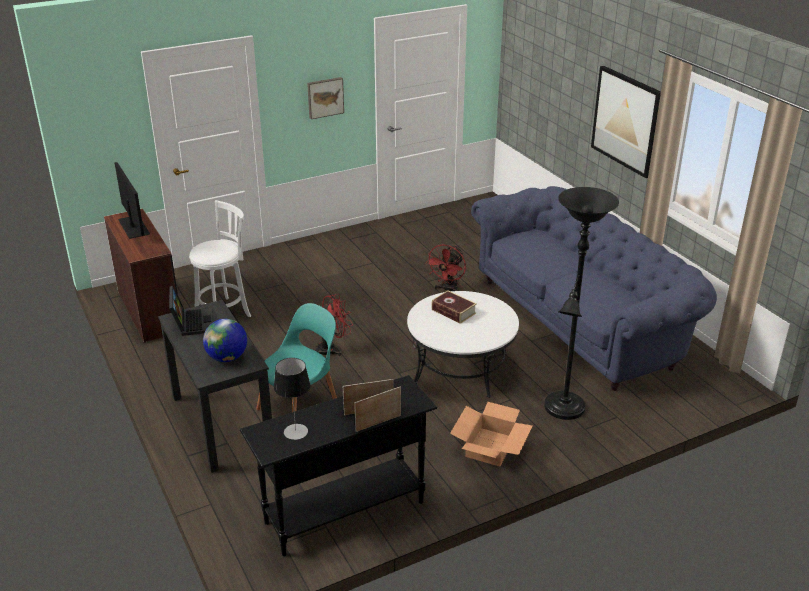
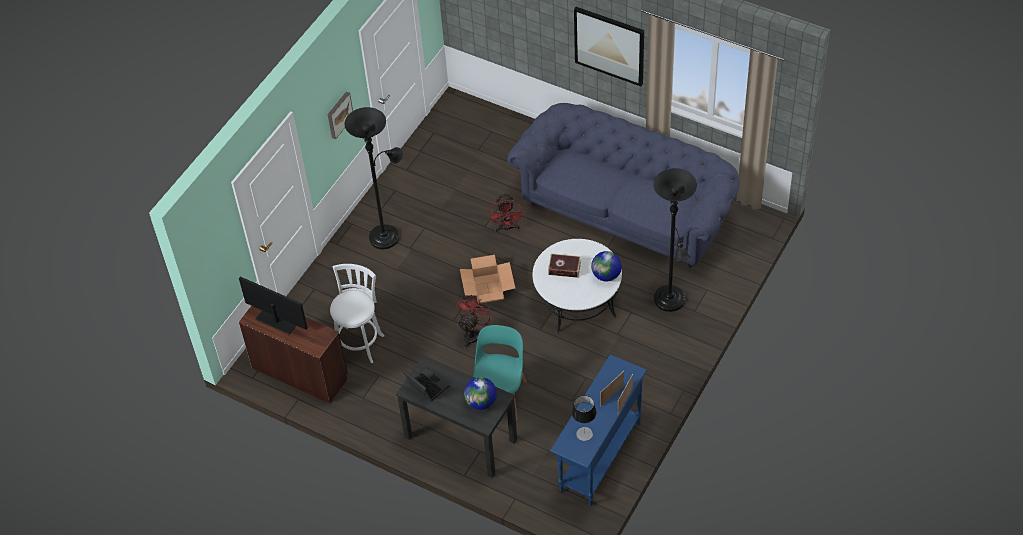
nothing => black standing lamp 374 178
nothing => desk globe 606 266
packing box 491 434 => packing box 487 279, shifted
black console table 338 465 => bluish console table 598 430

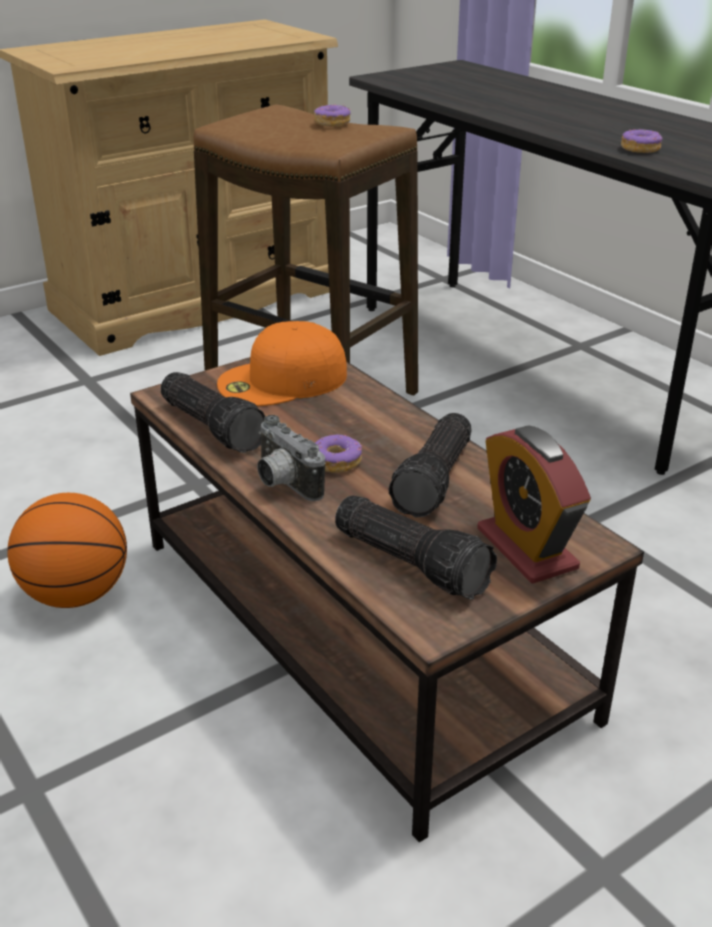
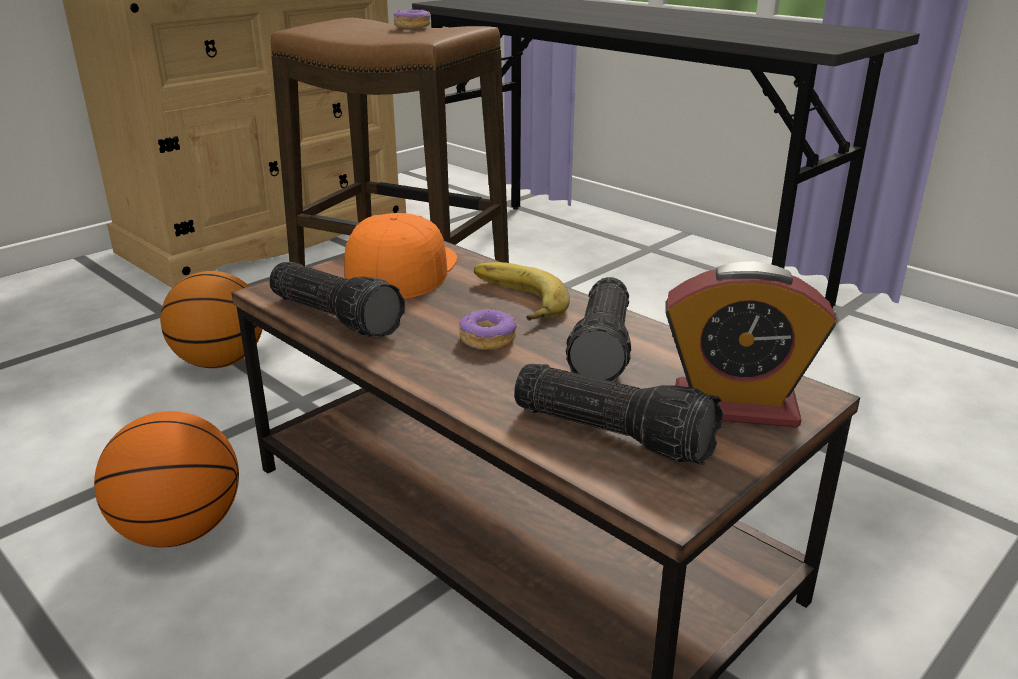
photo camera 291 458 => nothing
donut 641 141 => nothing
nothing => ball for basketball 211 319
nothing => whole banana 522 291
orange-coloured baseball cap 282 363 => orange-coloured baseball cap 400 256, 135 degrees clockwise
bedside clock 534 504 => bedside clock 750 344, 45 degrees counterclockwise

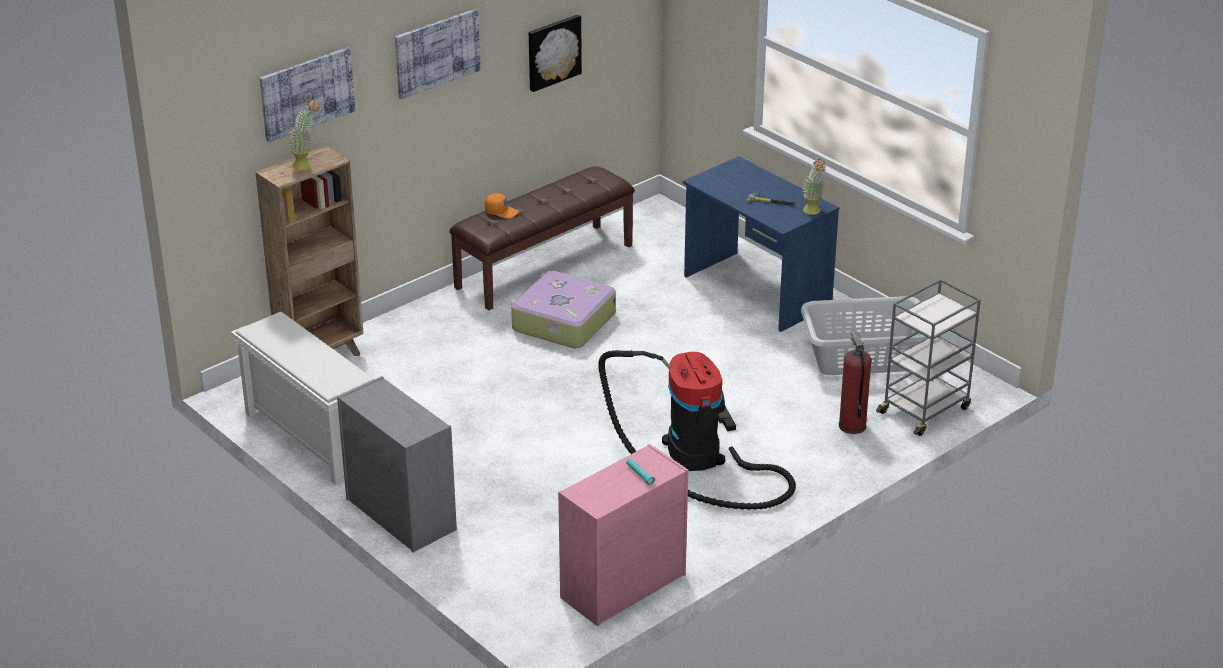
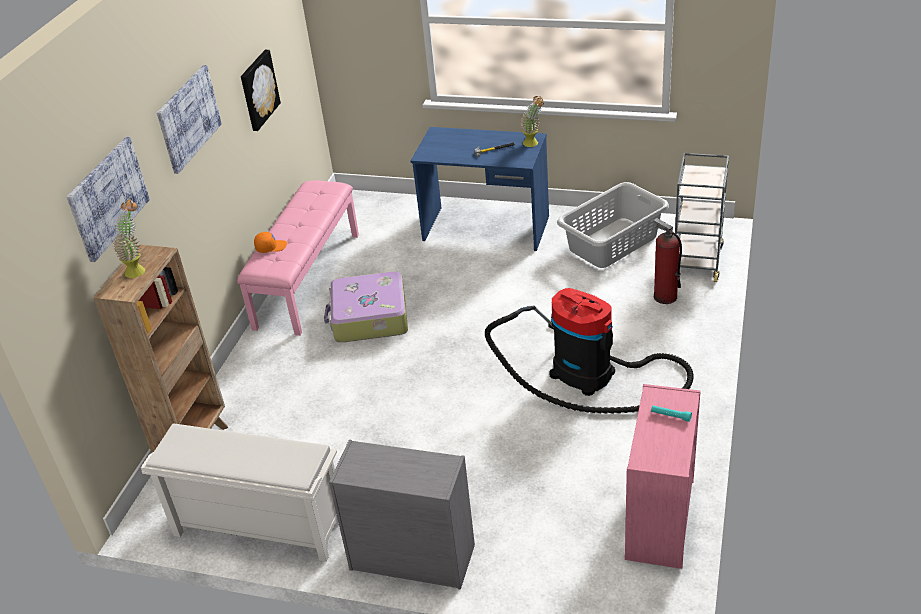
brown indoor bench 542 238 => pink-coloured indoor bench 298 258

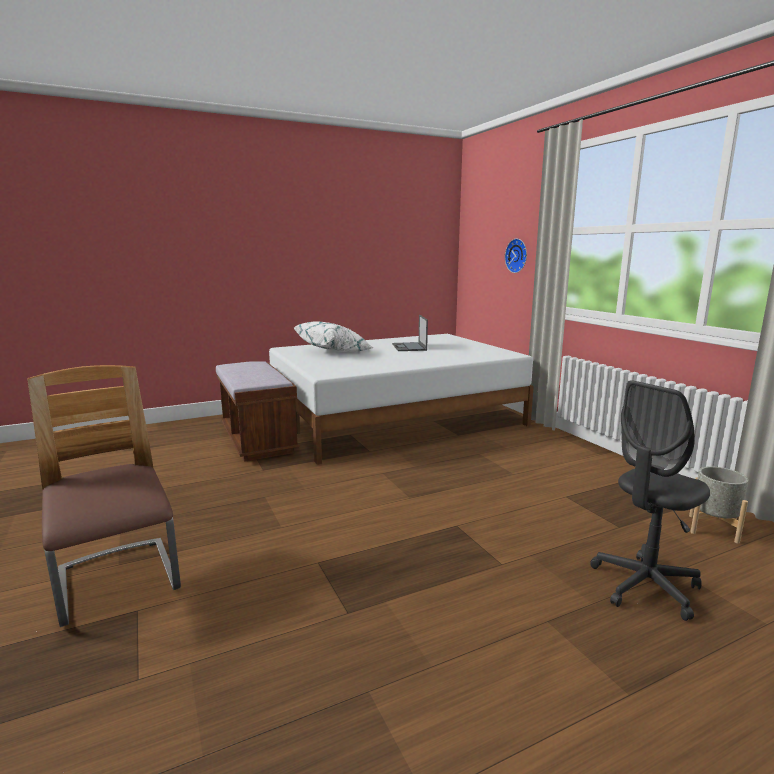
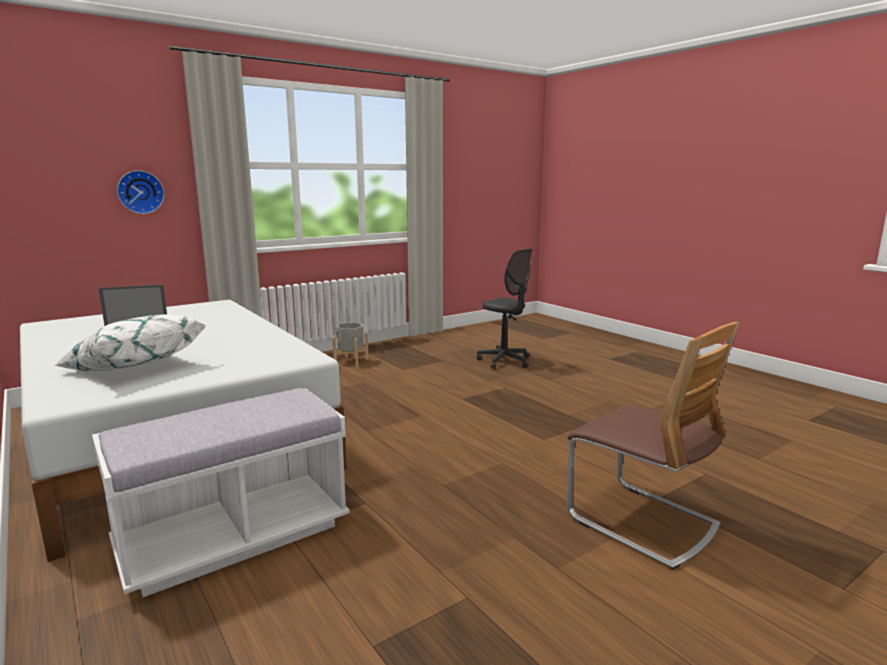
greyish flower pot 718 505 => greyish flower pot 350 344, shifted
brown indoor bench 257 411 => white indoor bench 221 492
upright chair 104 496 => upright chair 653 446, 90 degrees counterclockwise

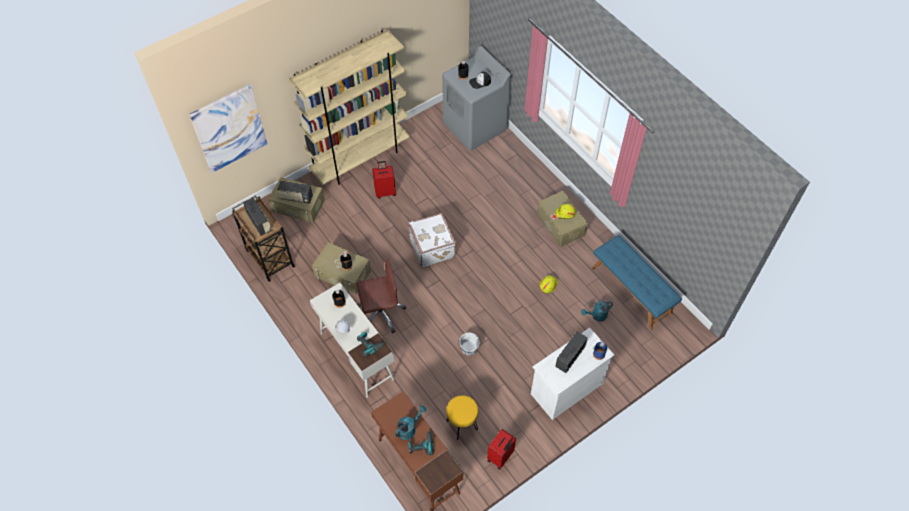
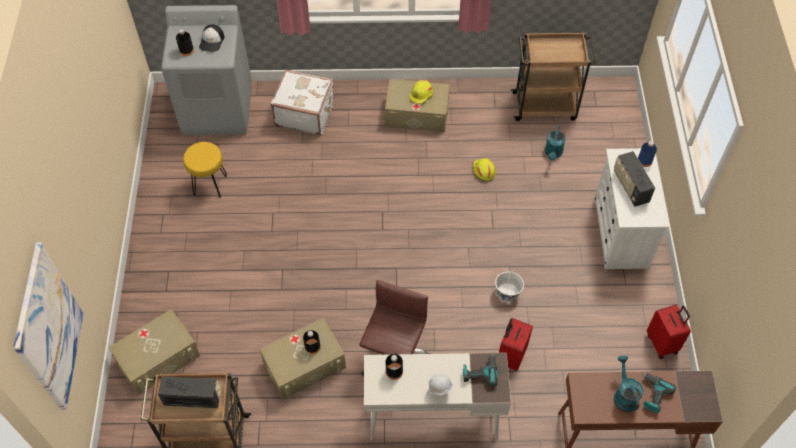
radio receiver 295 192 => nothing
beige-coloured bookcase 349 107 => nothing
red-coloured travel case 384 179 => red-coloured travel case 516 344, shifted
white travel case 432 240 => white travel case 302 102, shifted
yellowish stool seat 462 417 => yellowish stool seat 205 170, shifted
bluish indoor bench 637 282 => brown trolley 553 76

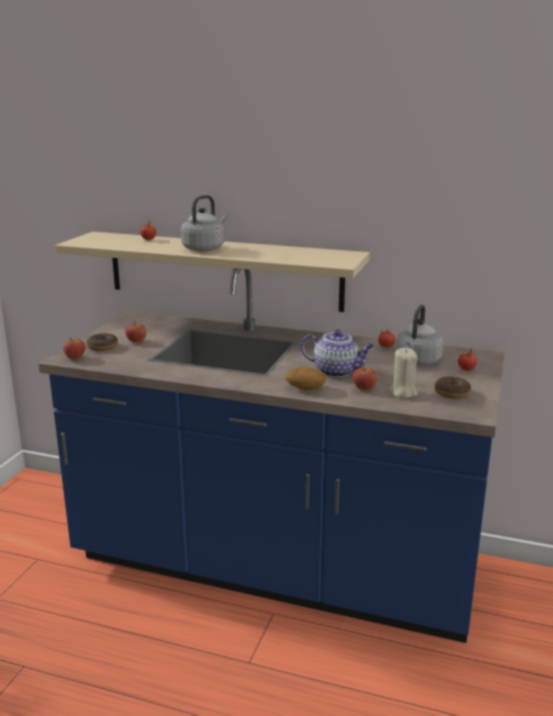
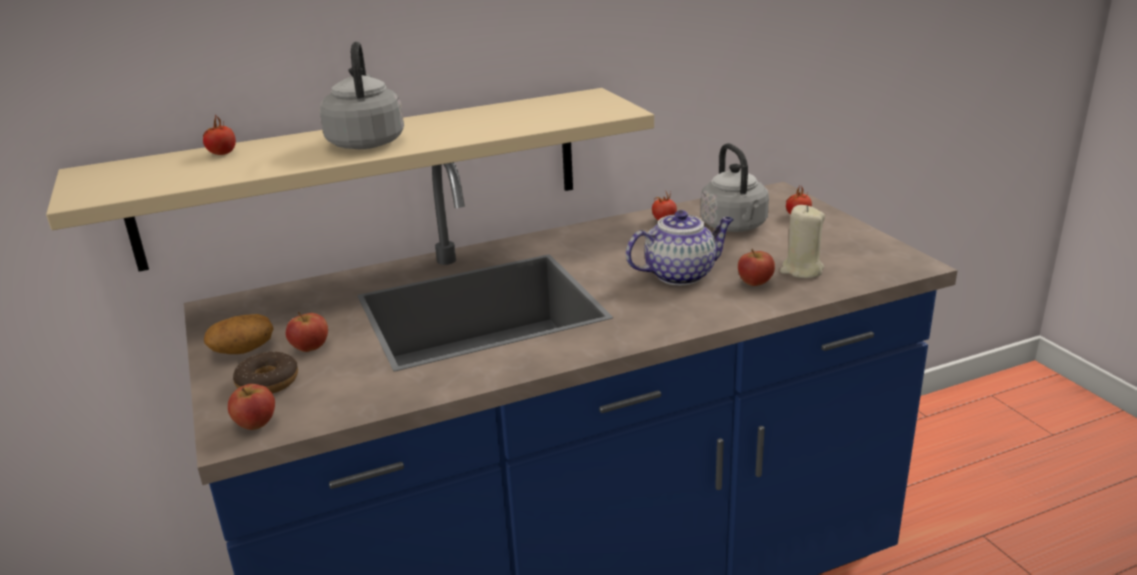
donut 452 387 => nothing
spud 306 378 => spud 239 334, shifted

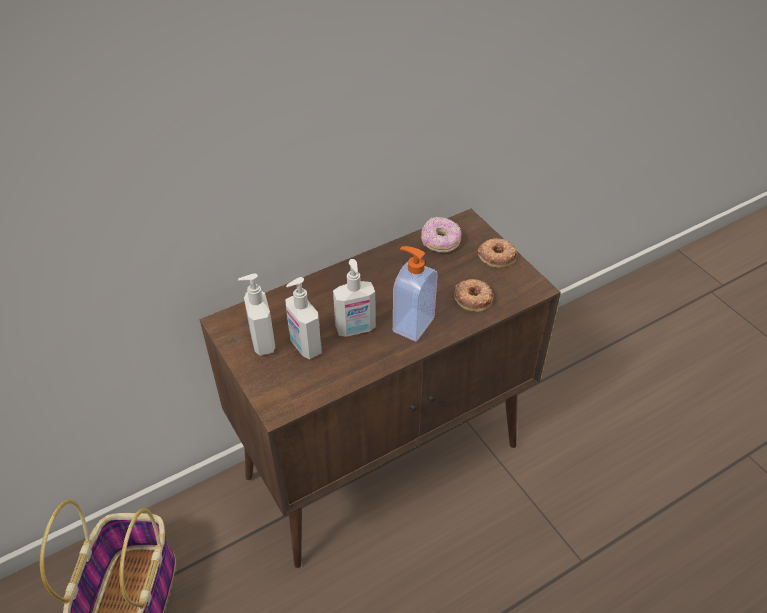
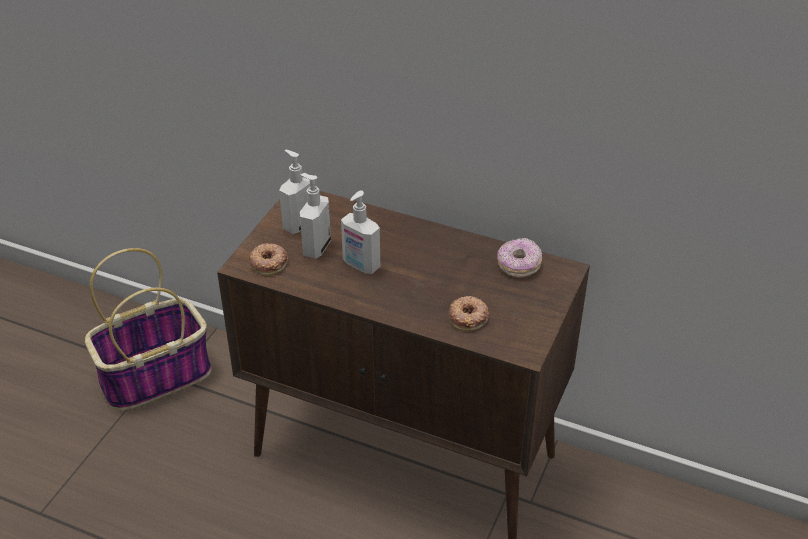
soap bottle 415 294 => nothing
donut 497 253 => donut 268 259, shifted

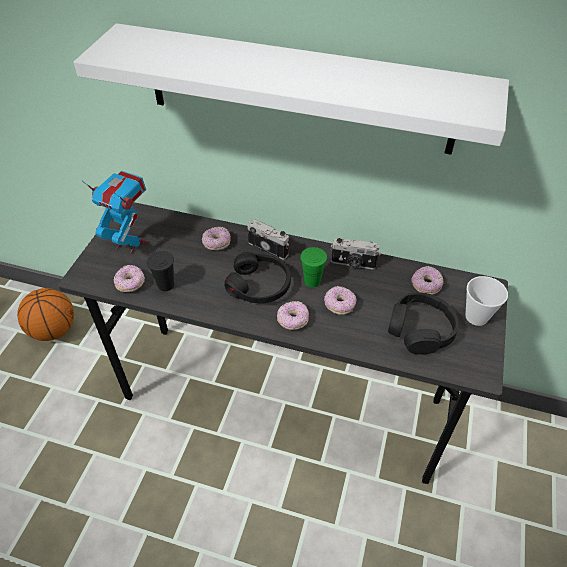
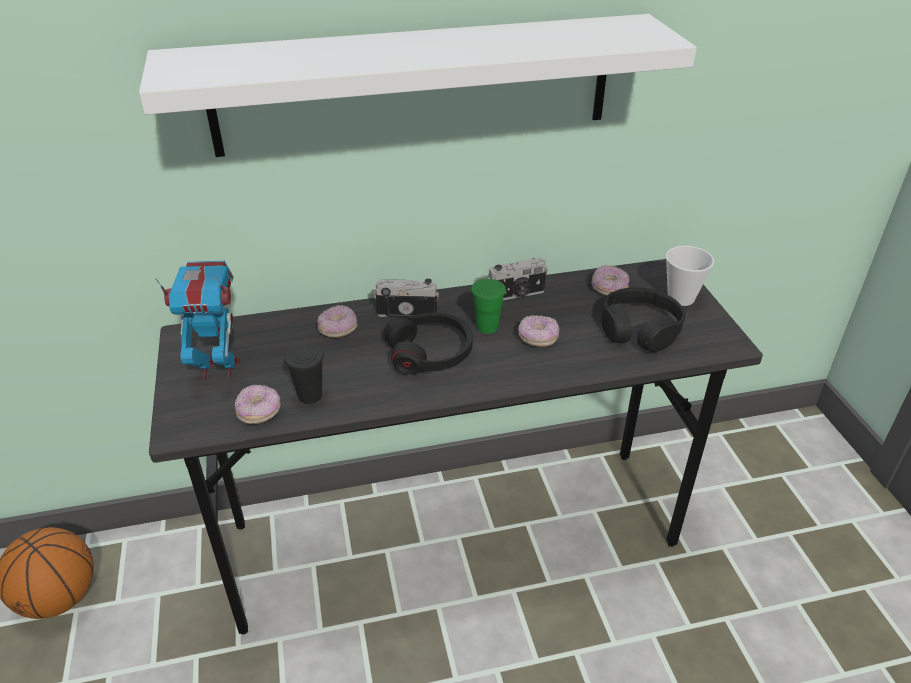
donut 293 315 => nothing

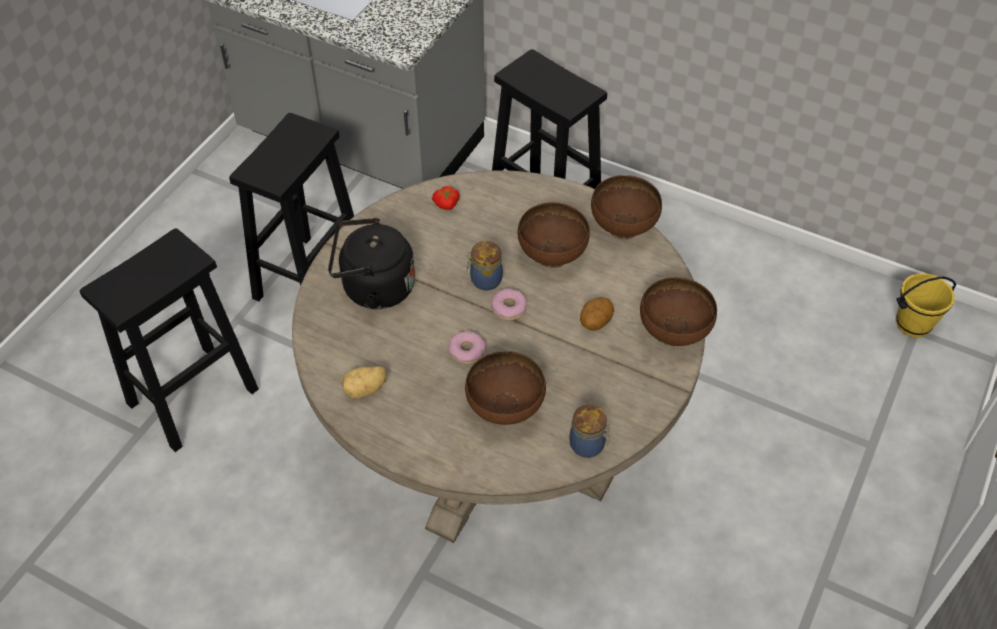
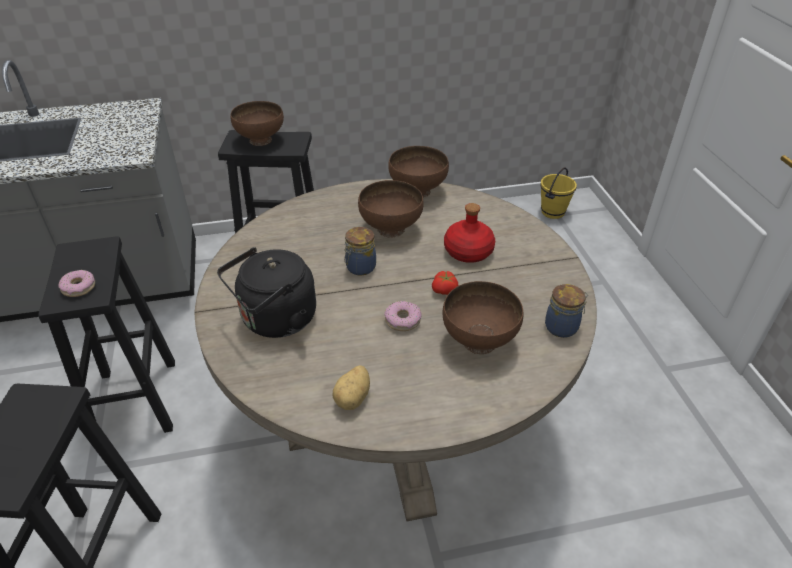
whole tomato 446 198 => whole tomato 445 283, shifted
donut 509 305 => donut 76 283, shifted
brown deep dish 678 311 => brown deep dish 257 123, shifted
spud 597 314 => red-coloured beverage bottle 469 233

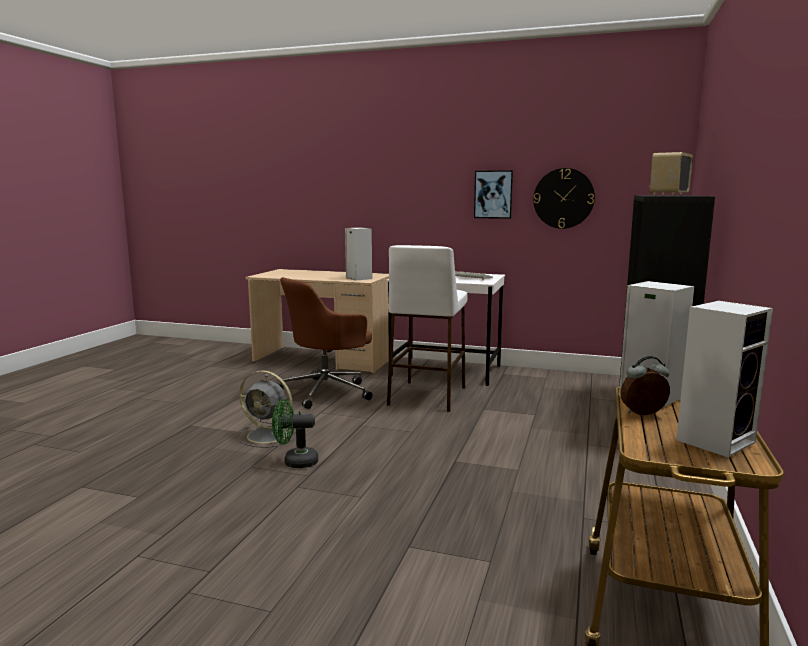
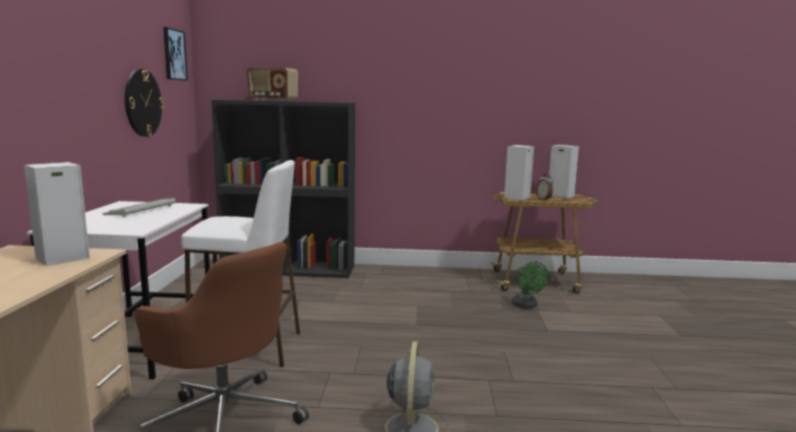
green fan 295 433 => green fan 530 285, shifted
picture 493 194 => picture 175 54, shifted

